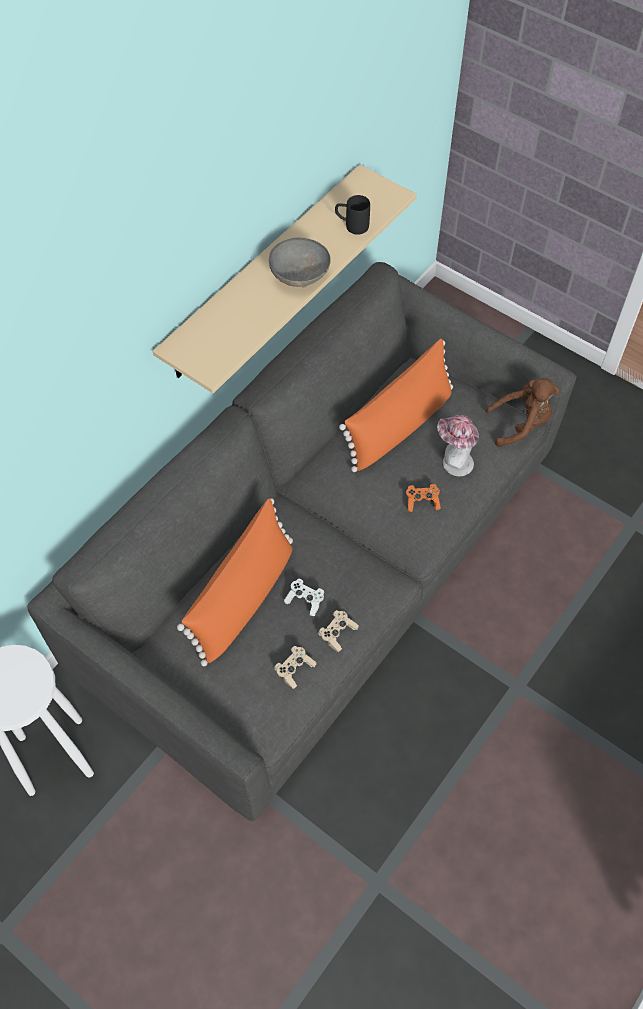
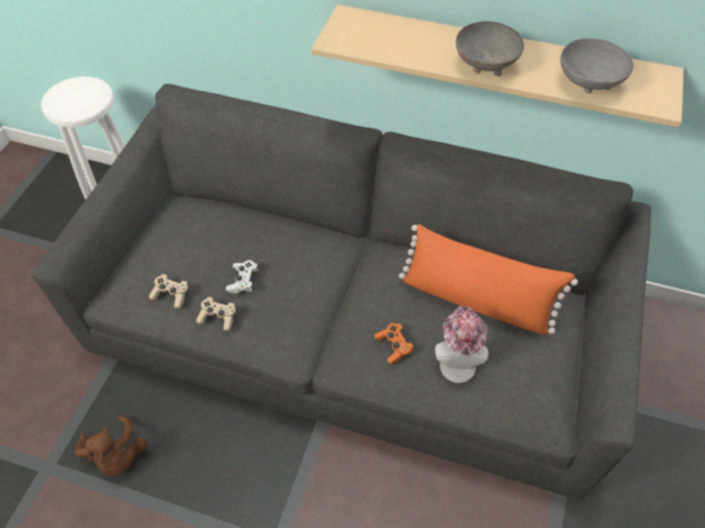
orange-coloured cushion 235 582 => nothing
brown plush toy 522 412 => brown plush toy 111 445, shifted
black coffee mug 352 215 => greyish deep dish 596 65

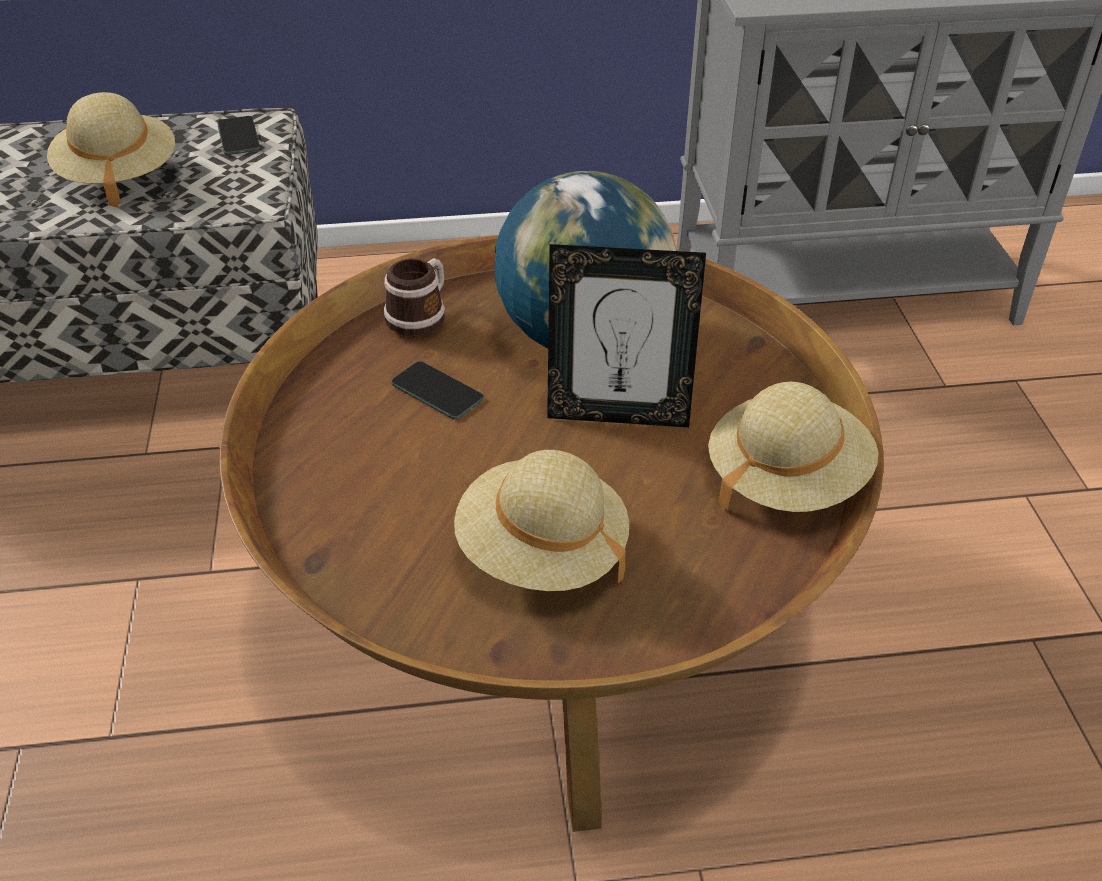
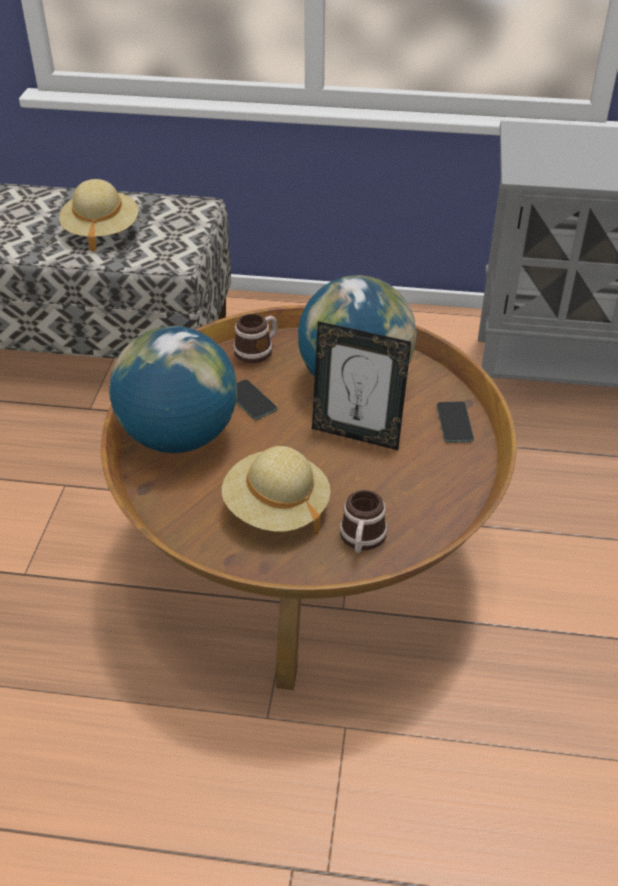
beige-coloured wearable hat 793 447 => nothing
nothing => desk globe 173 389
nothing => coffee mug 363 521
handset 238 135 => handset 455 422, shifted

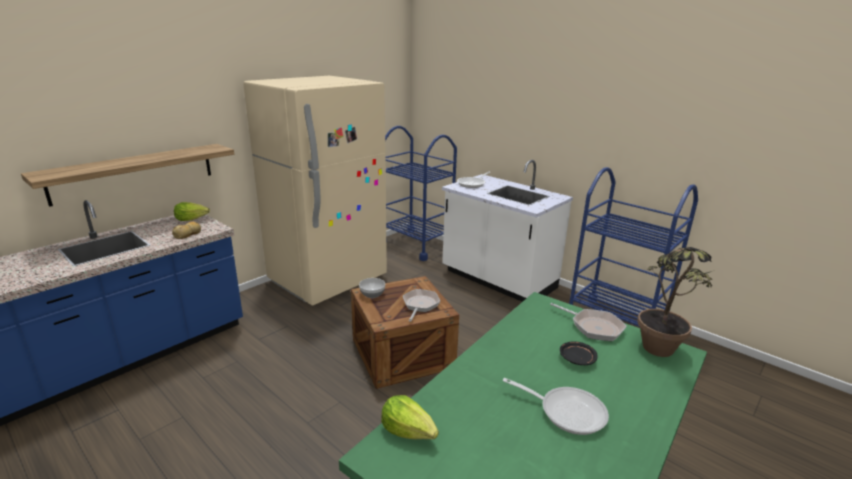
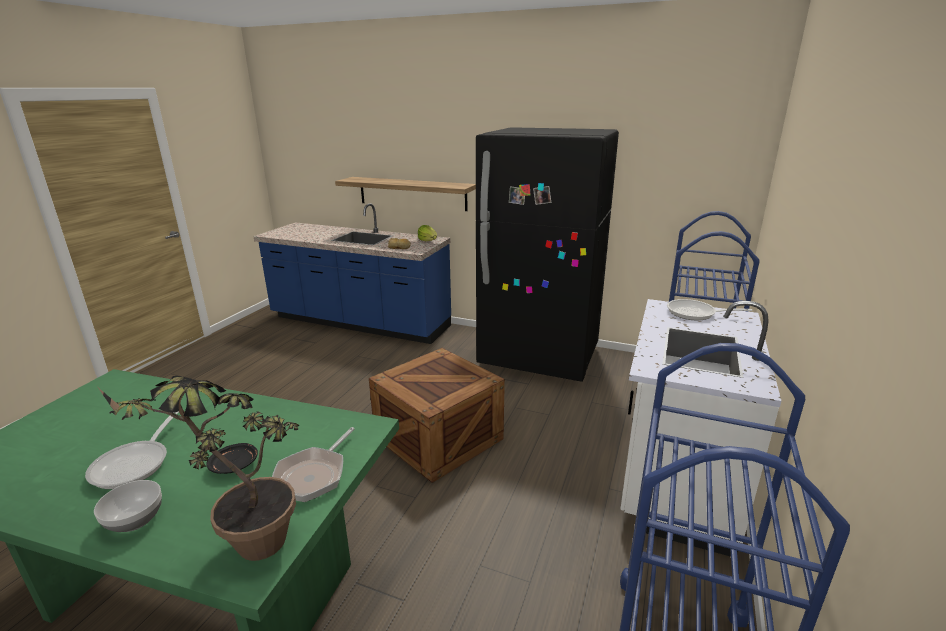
head of lettuce 410 417 => nothing
pan 421 305 => nothing
deep dish 372 288 => deep dish 128 506, shifted
beige-coloured refrigerator 315 191 => black refrigerator 547 254

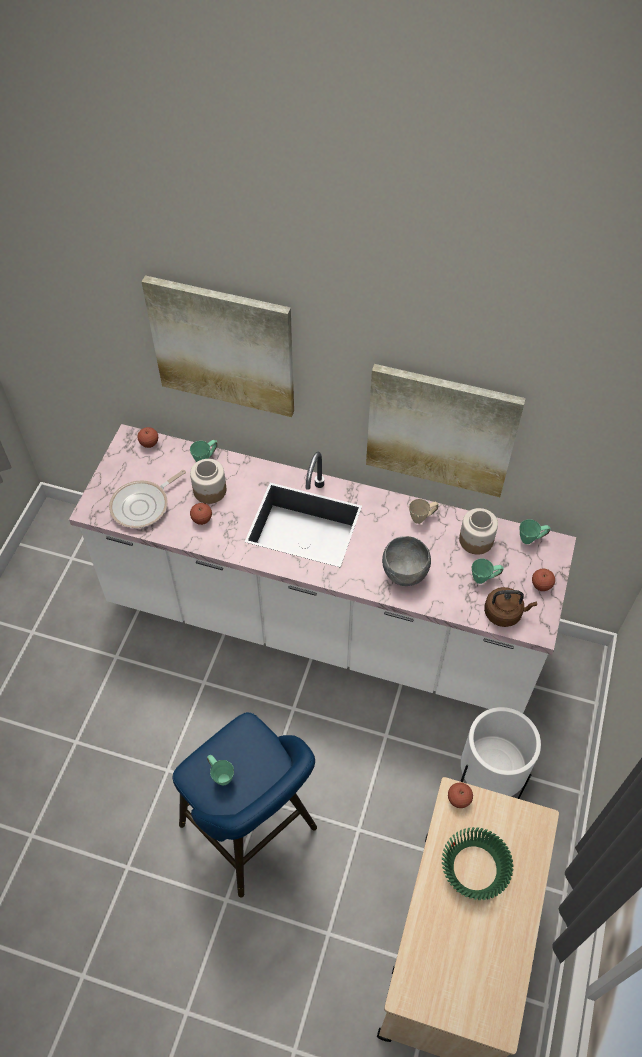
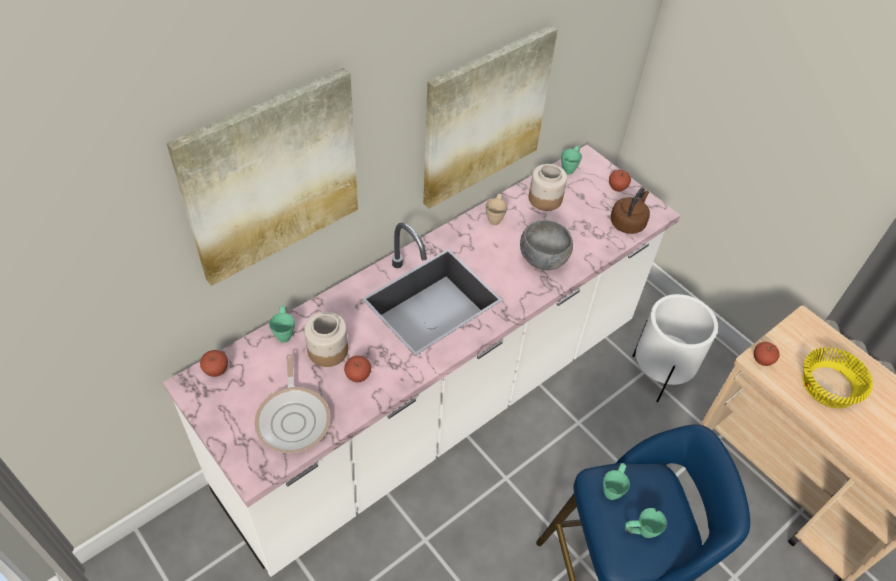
green coffee mug 488 571 => green coffee mug 616 481, shifted
green deep dish 477 863 => yellowish deep dish 837 377

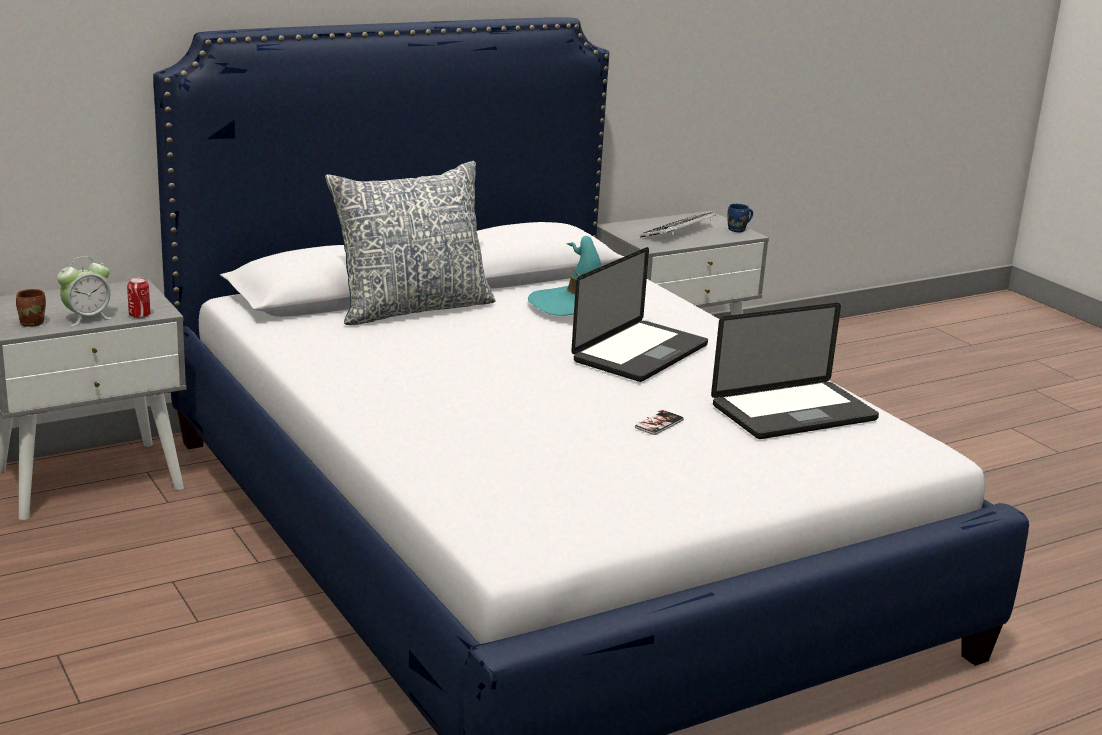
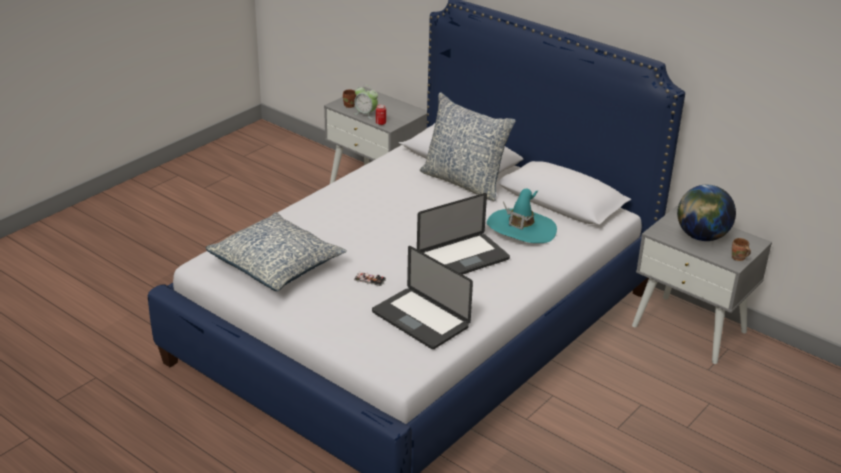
nothing => cushion 276 251
PC keyboard 678 225 => desk globe 706 213
bluish coffee mug 740 218 => brown coffee mug 741 249
laptop 639 314 => laptop 463 234, 45 degrees counterclockwise

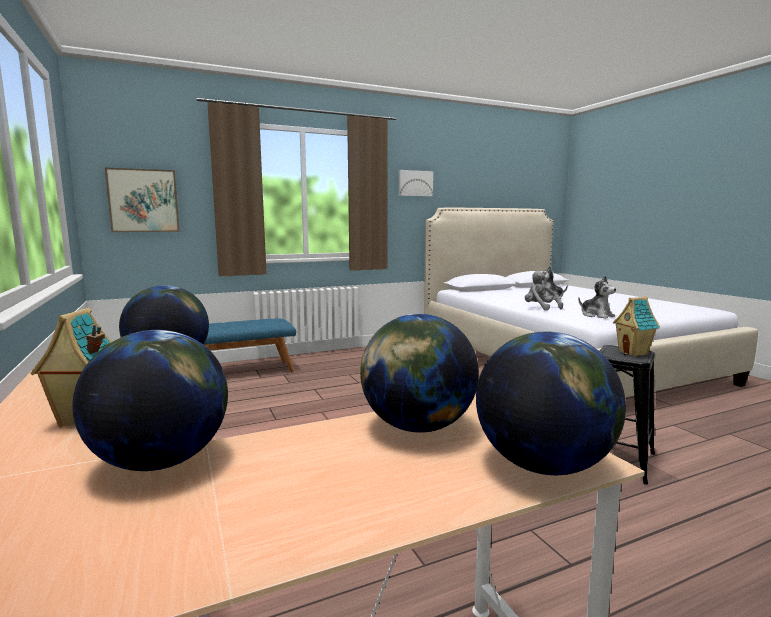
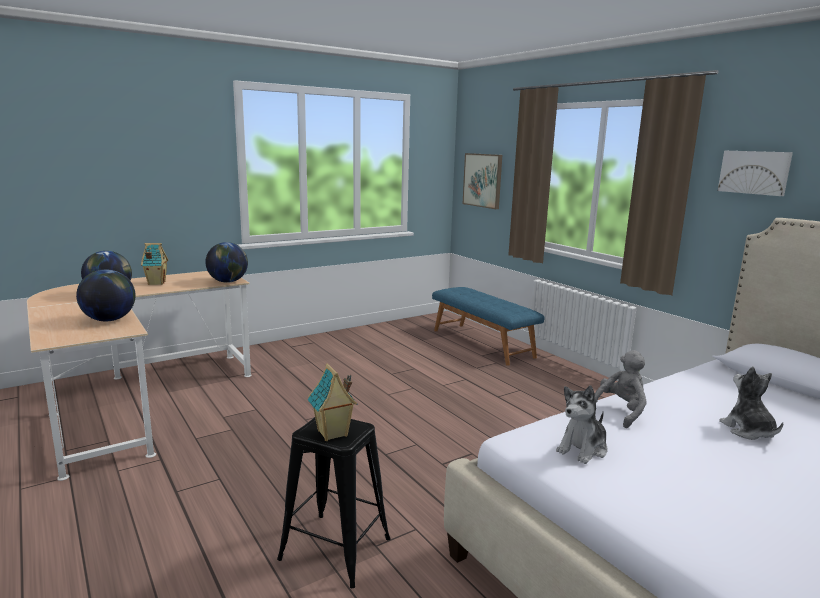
desk globe 551 403 => nothing

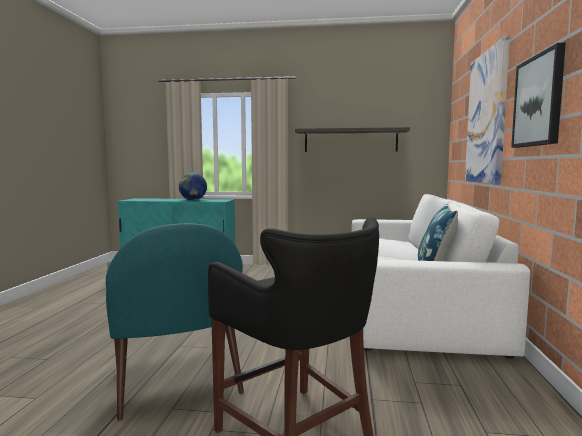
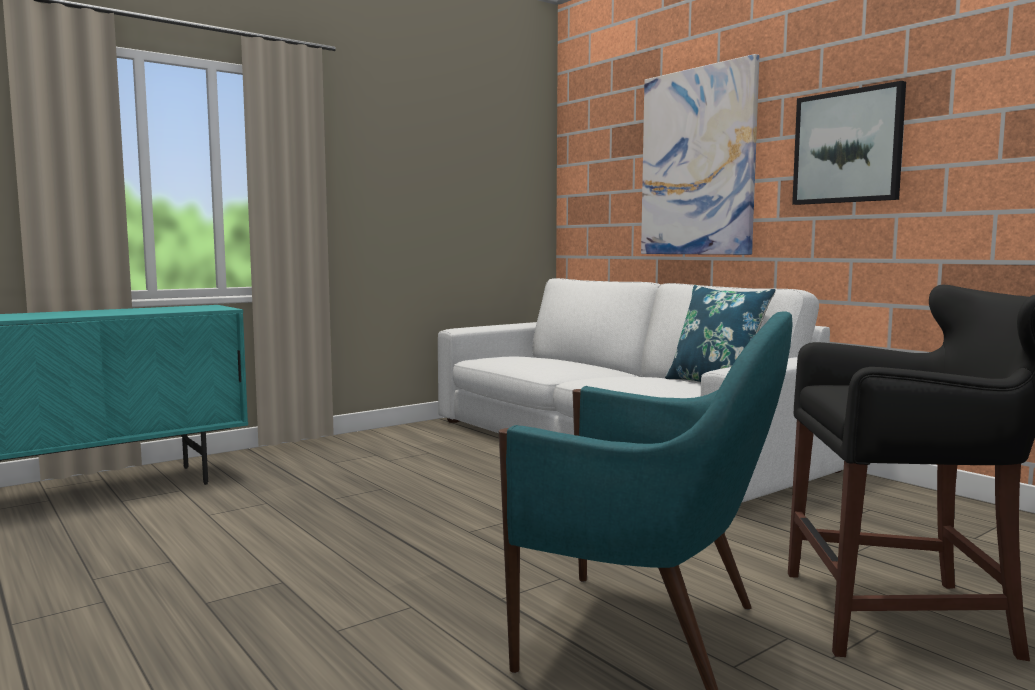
desk globe 193 186 => nothing
bracket shelf 352 139 => nothing

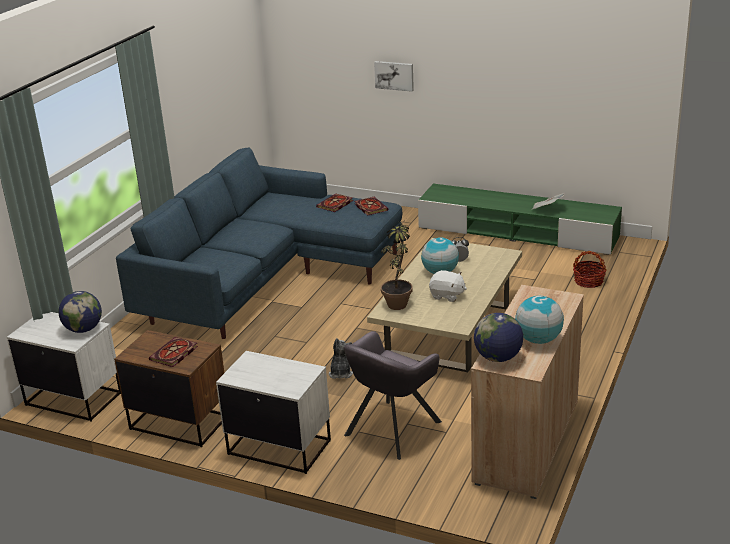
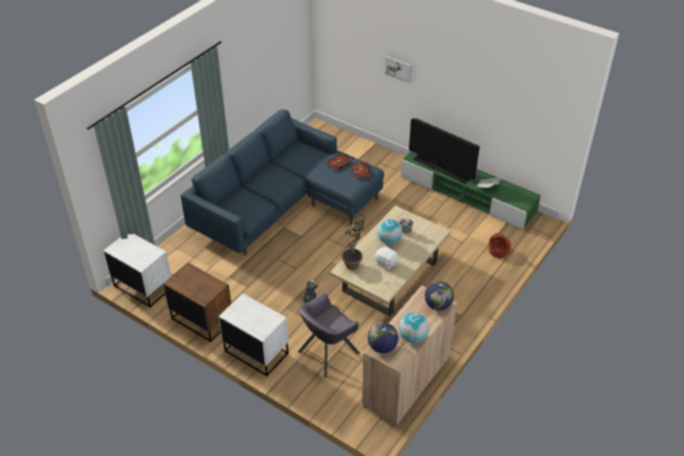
book 173 352 => nothing
nothing => TV set 444 150
desk globe 80 312 => desk globe 439 296, shifted

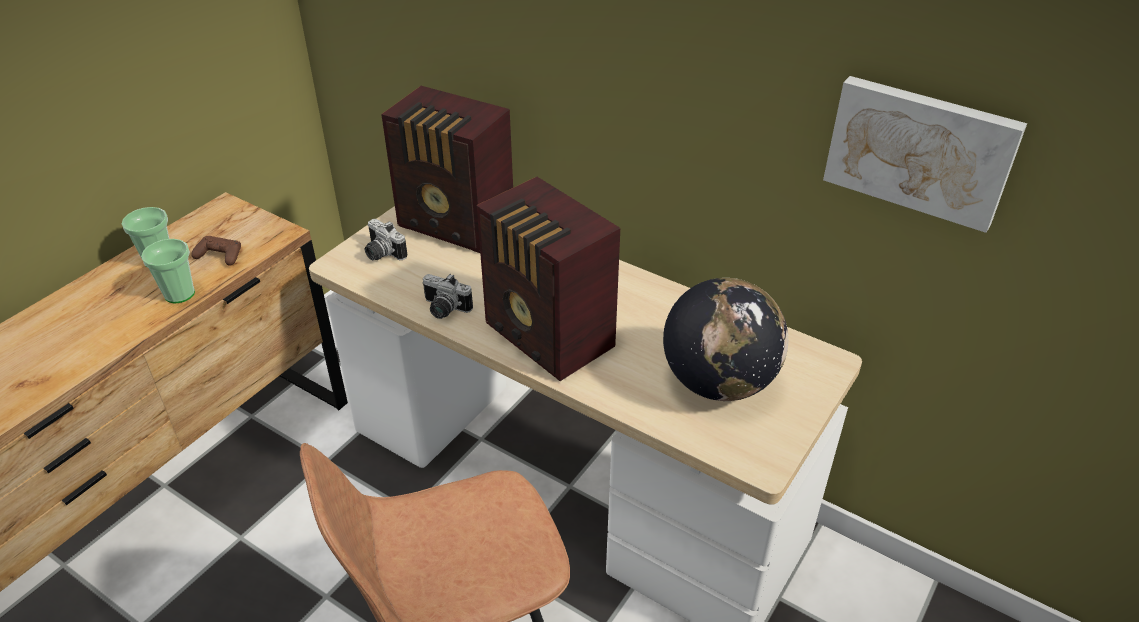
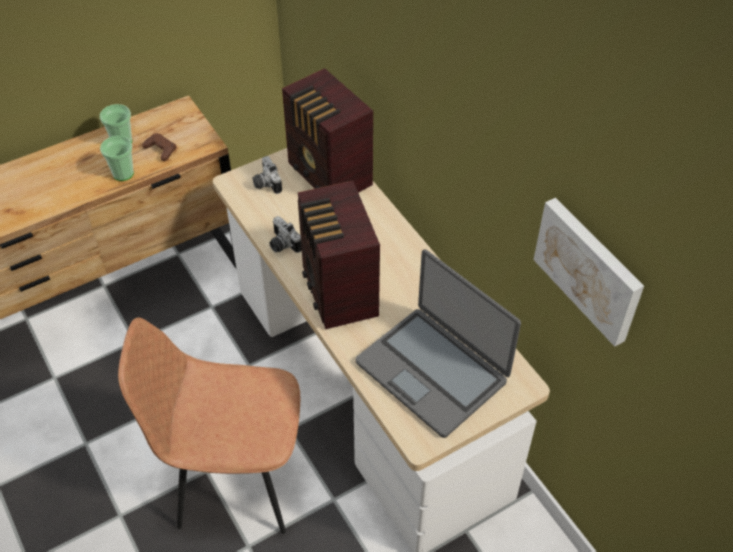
desk globe 725 339 => laptop 438 343

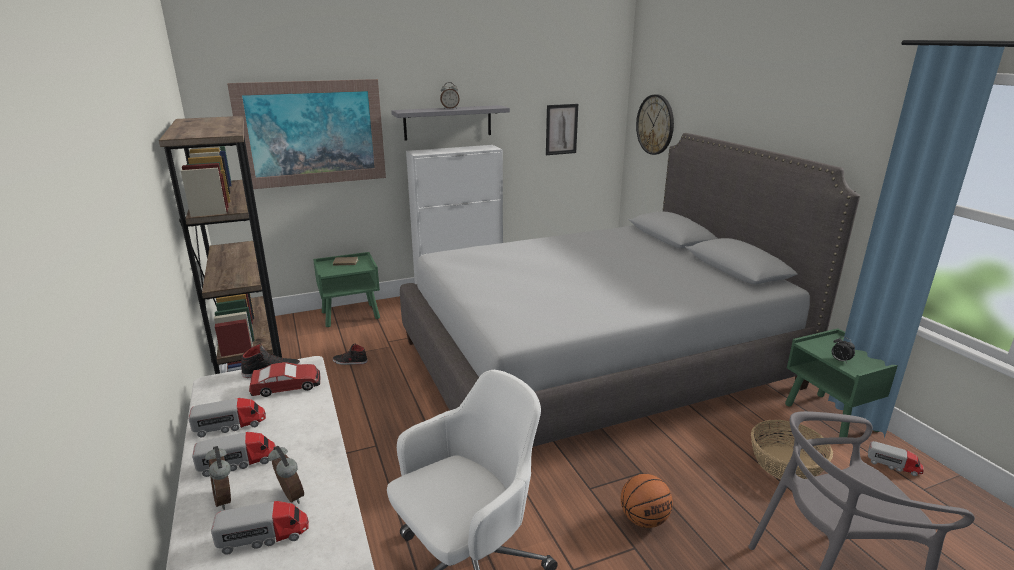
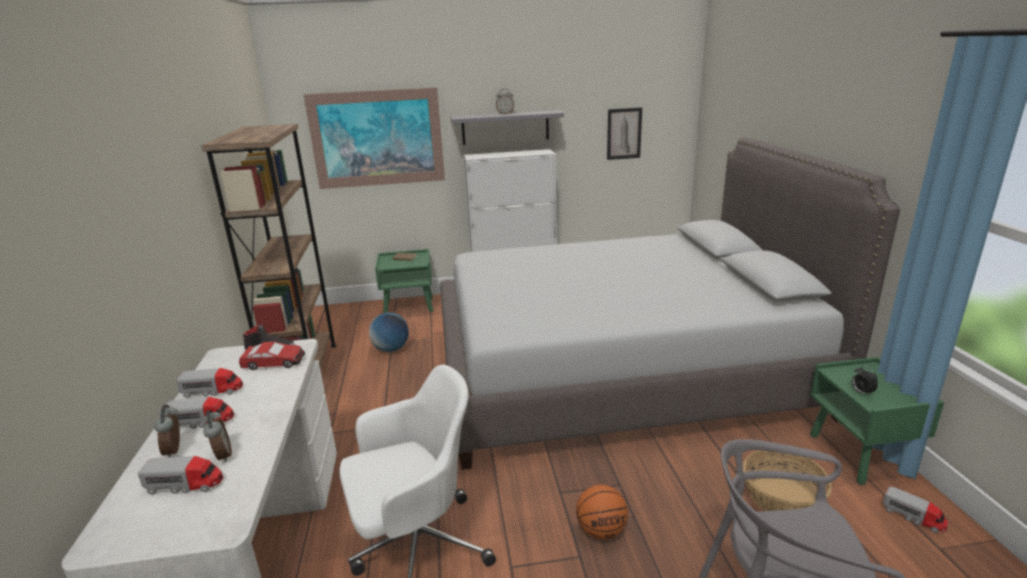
hanging clock 655 124 => nothing
black shoe 350 354 => desk globe 389 332

